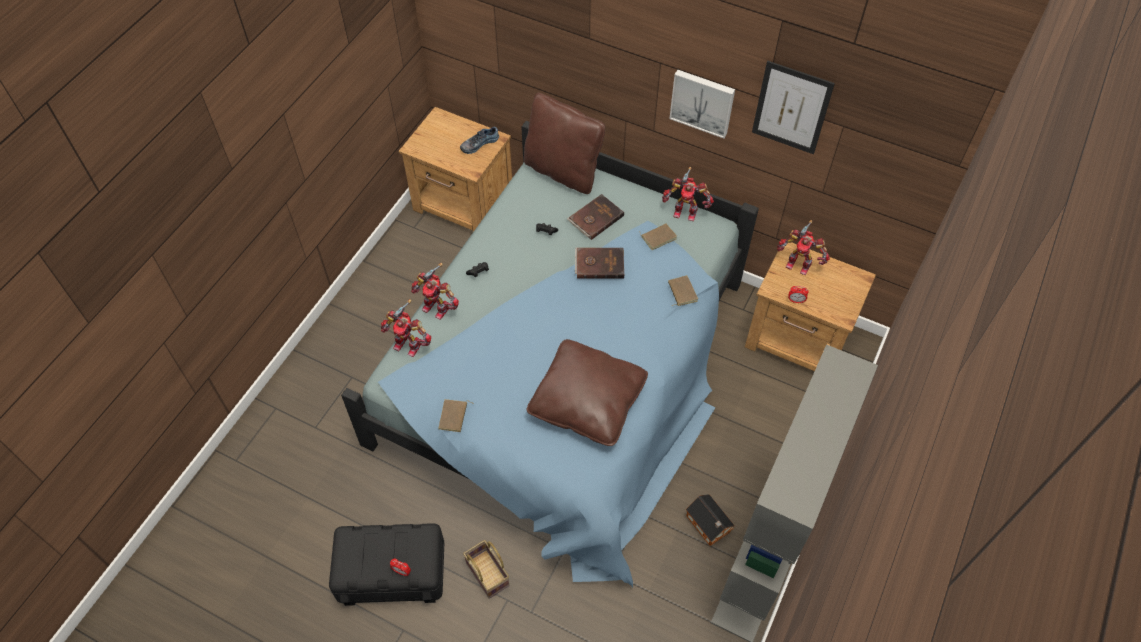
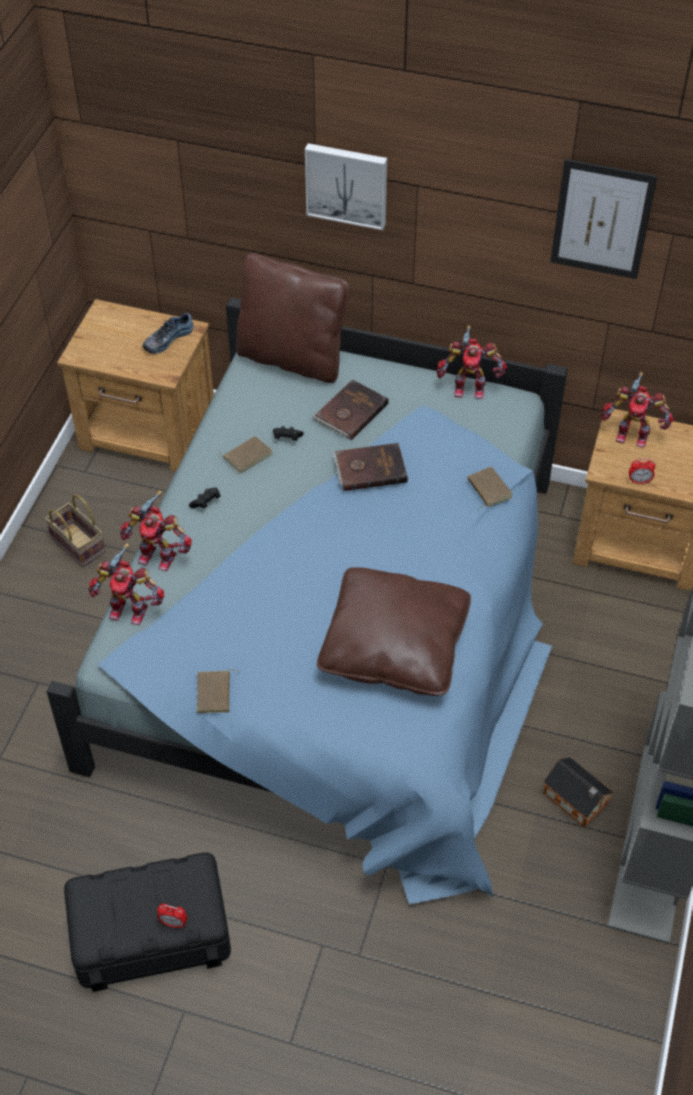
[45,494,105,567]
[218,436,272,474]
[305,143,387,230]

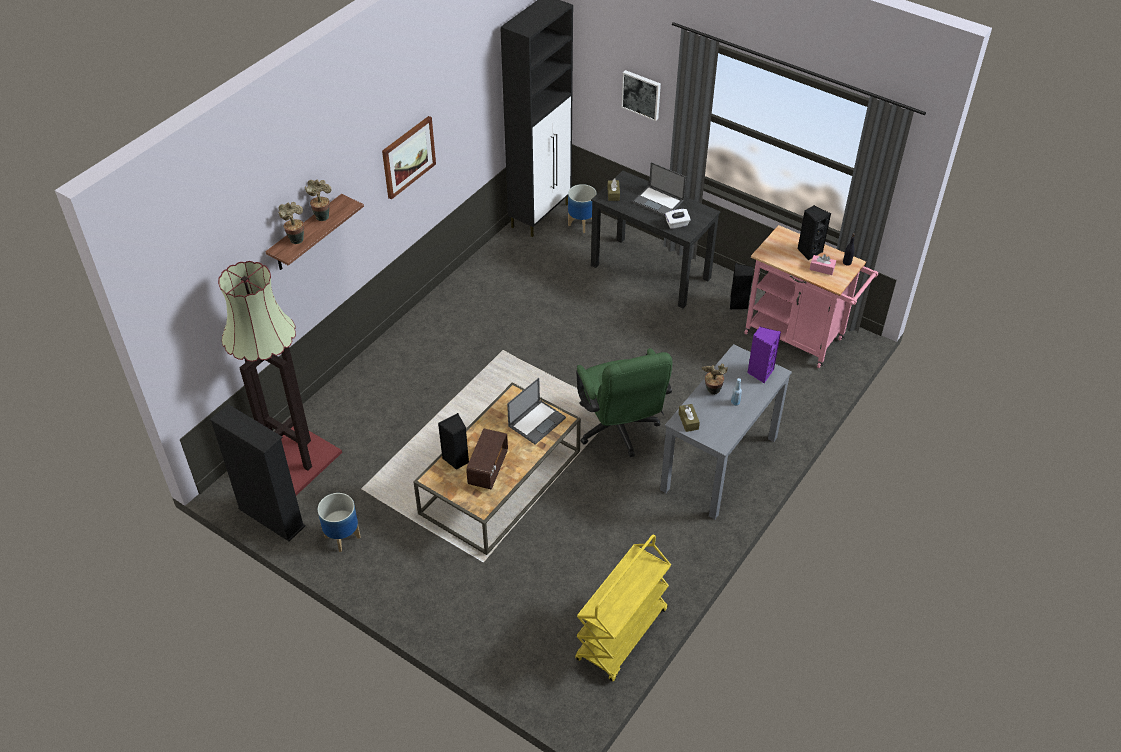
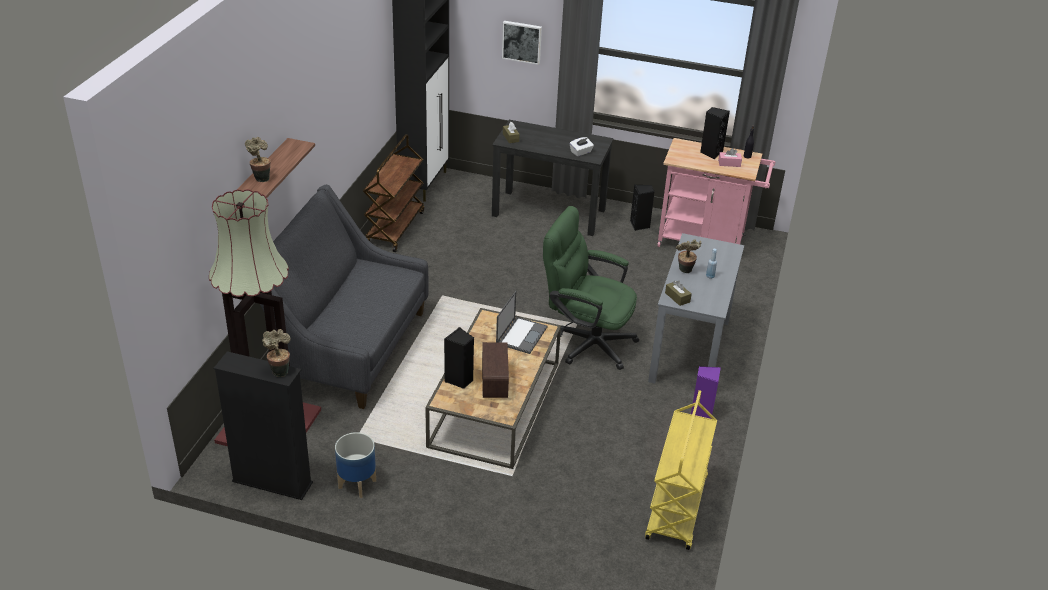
[262,329,291,377]
[382,116,436,200] (first image)
[568,184,597,233] (first image)
[543,206,639,370]
[633,162,686,216] (first image)
[691,366,721,419]
[260,185,429,409]
[363,134,424,252]

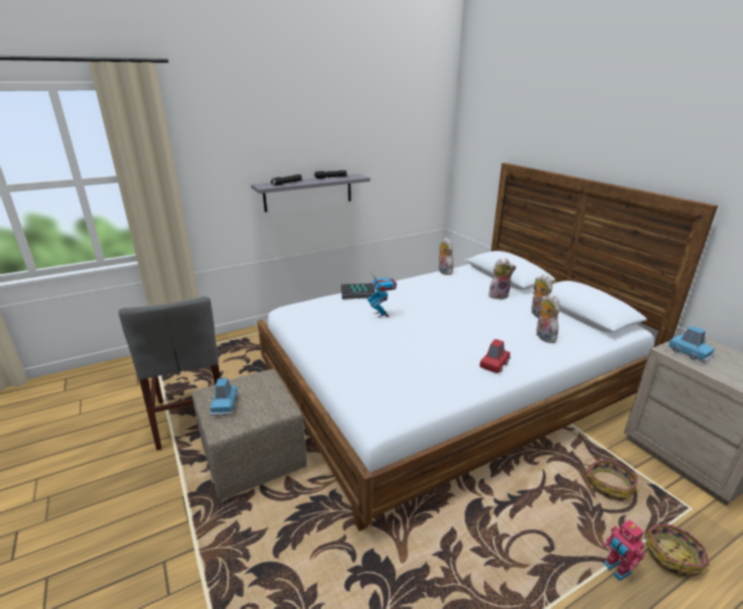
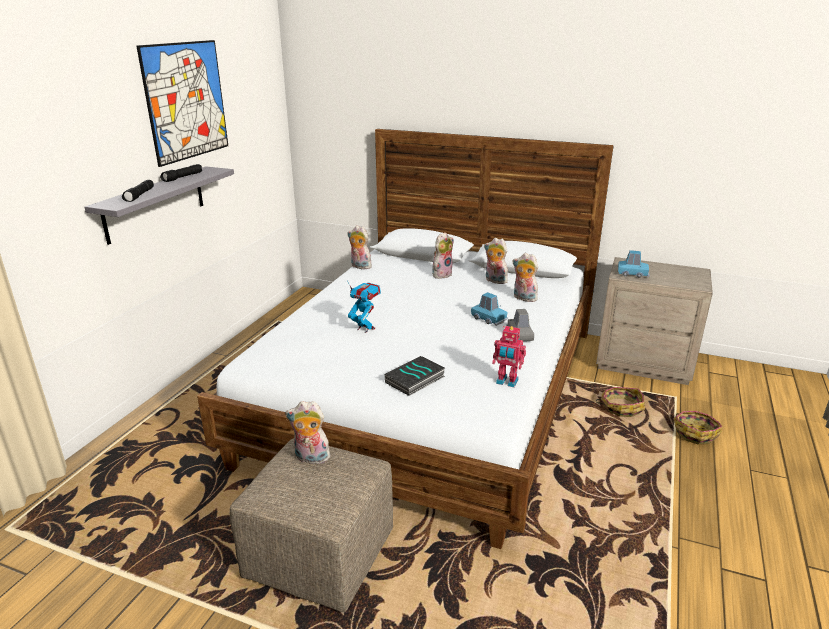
[118,296,221,450] (first image)
[471,292,508,326]
[385,356,445,396]
[506,309,534,341]
[492,326,526,387]
[136,40,228,167]
[285,401,334,464]

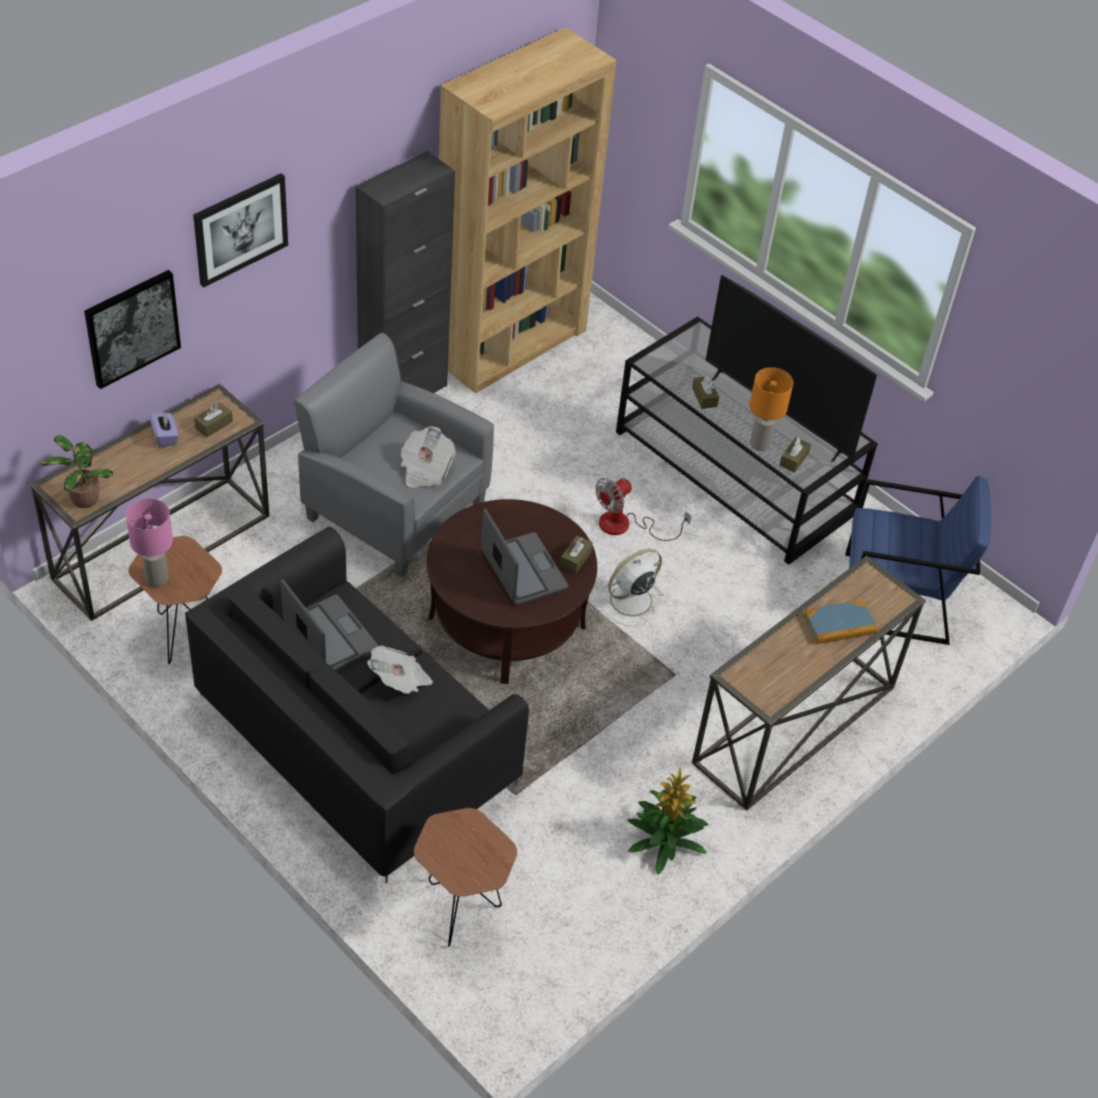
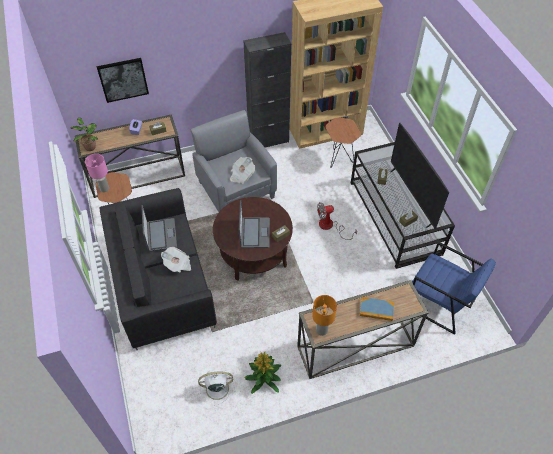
[193,173,288,287] (first image)
[325,117,361,168]
[198,369,236,406]
[312,295,337,336]

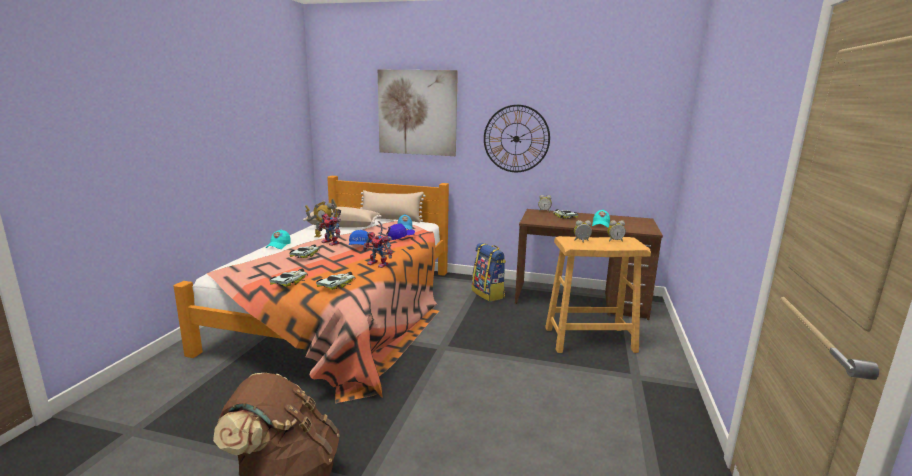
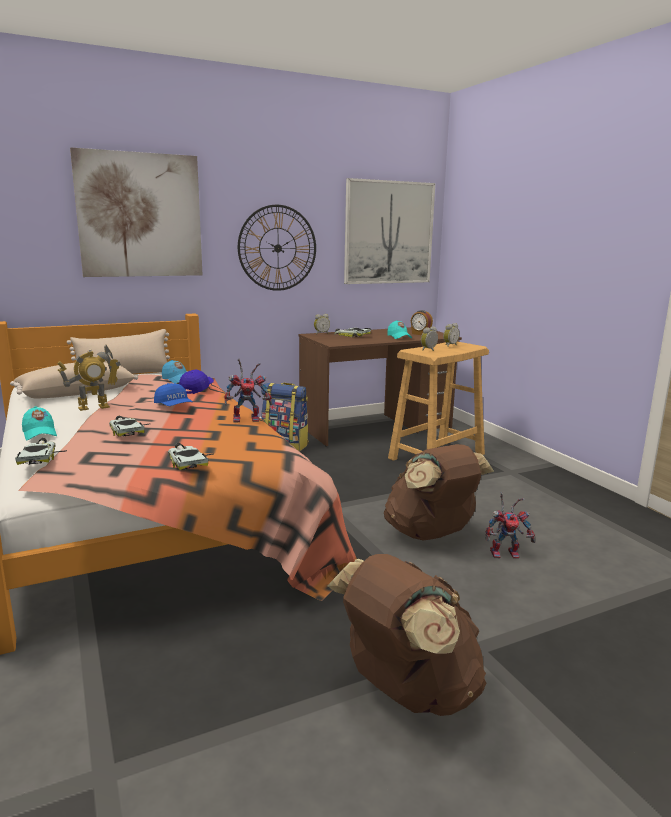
[15,438,67,465]
[486,492,535,559]
[344,178,435,284]
[384,444,494,540]
[411,310,433,335]

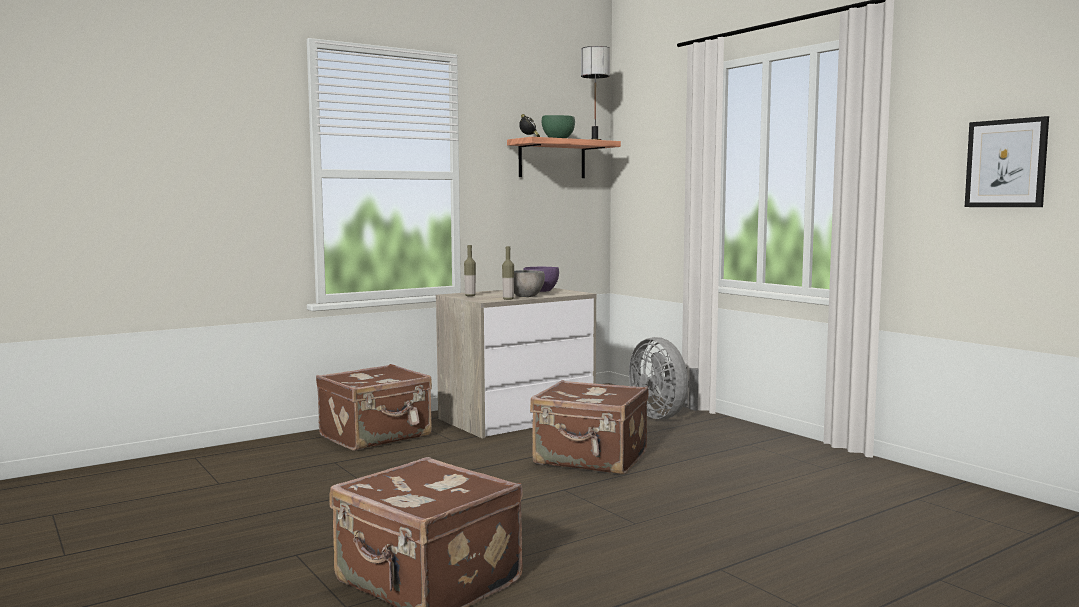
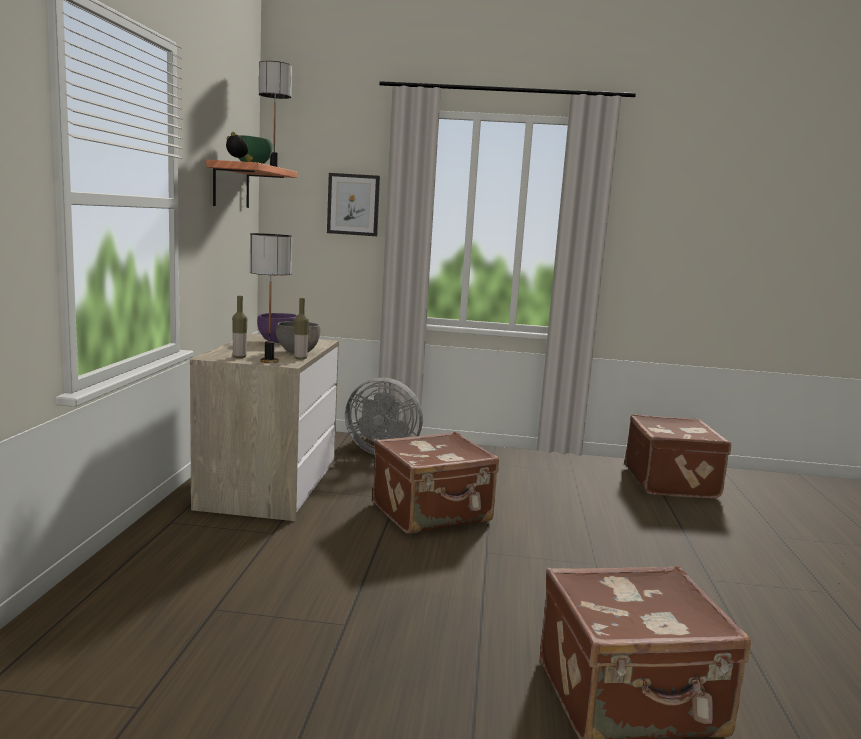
[625,414,731,498]
[327,173,380,236]
[250,233,292,363]

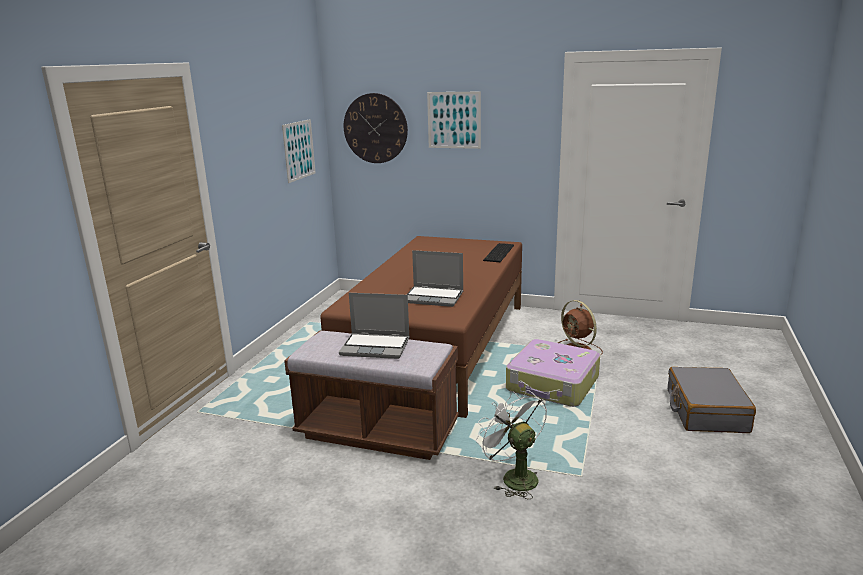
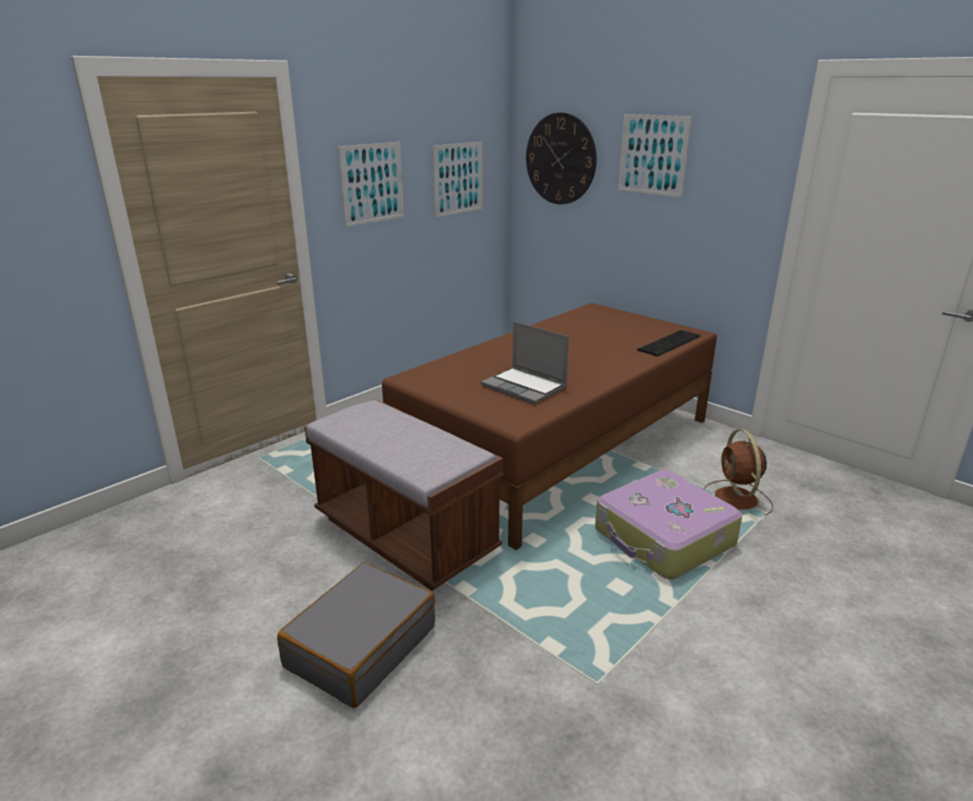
[339,293,410,359] (first image)
[476,390,547,499] (first image)
[277,563,435,708]
[338,142,404,227]

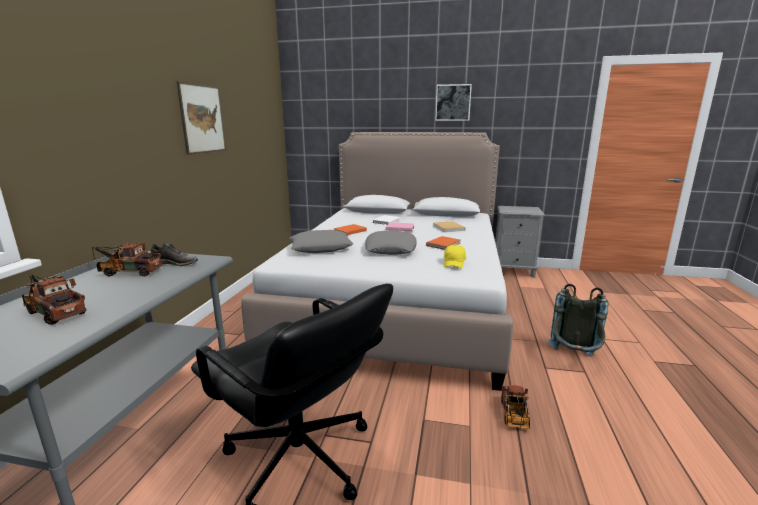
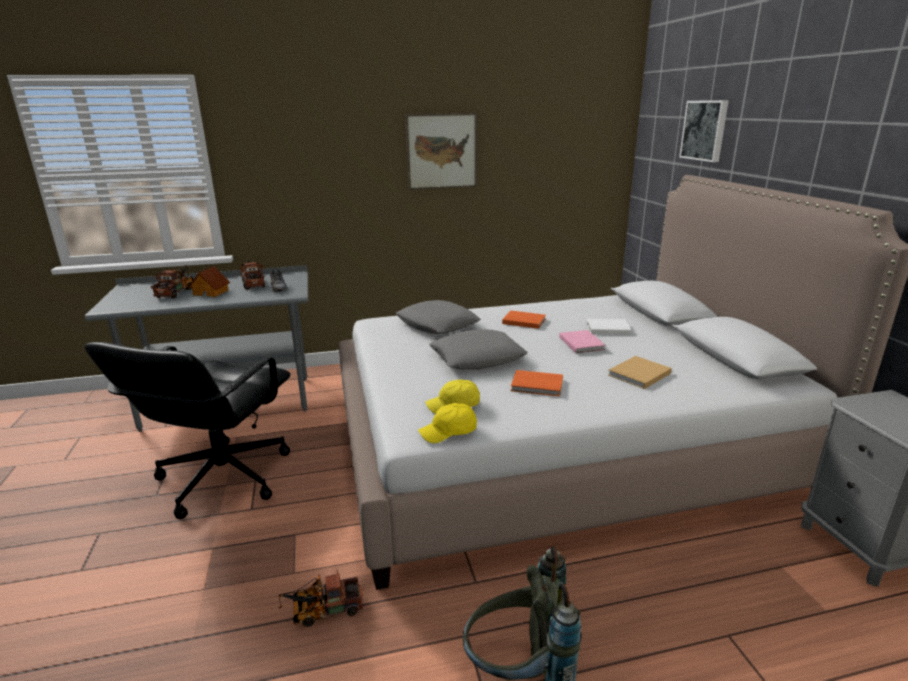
[679,100,729,162]
[188,266,230,297]
[418,403,477,443]

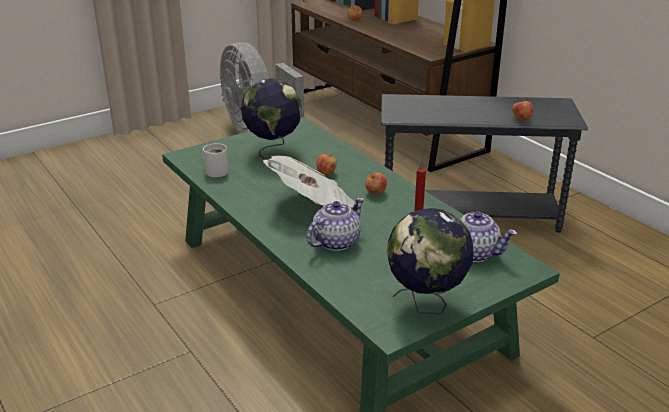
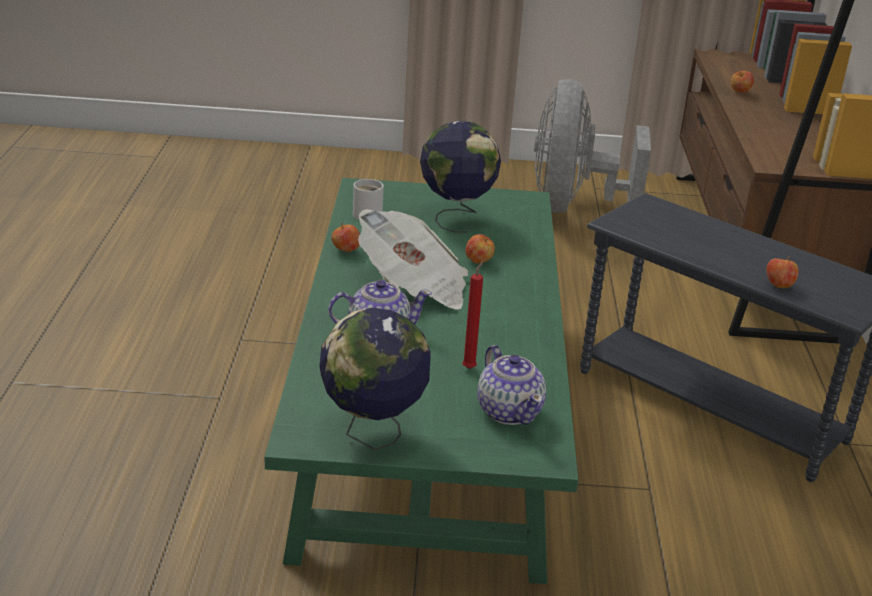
[332,223,360,252]

